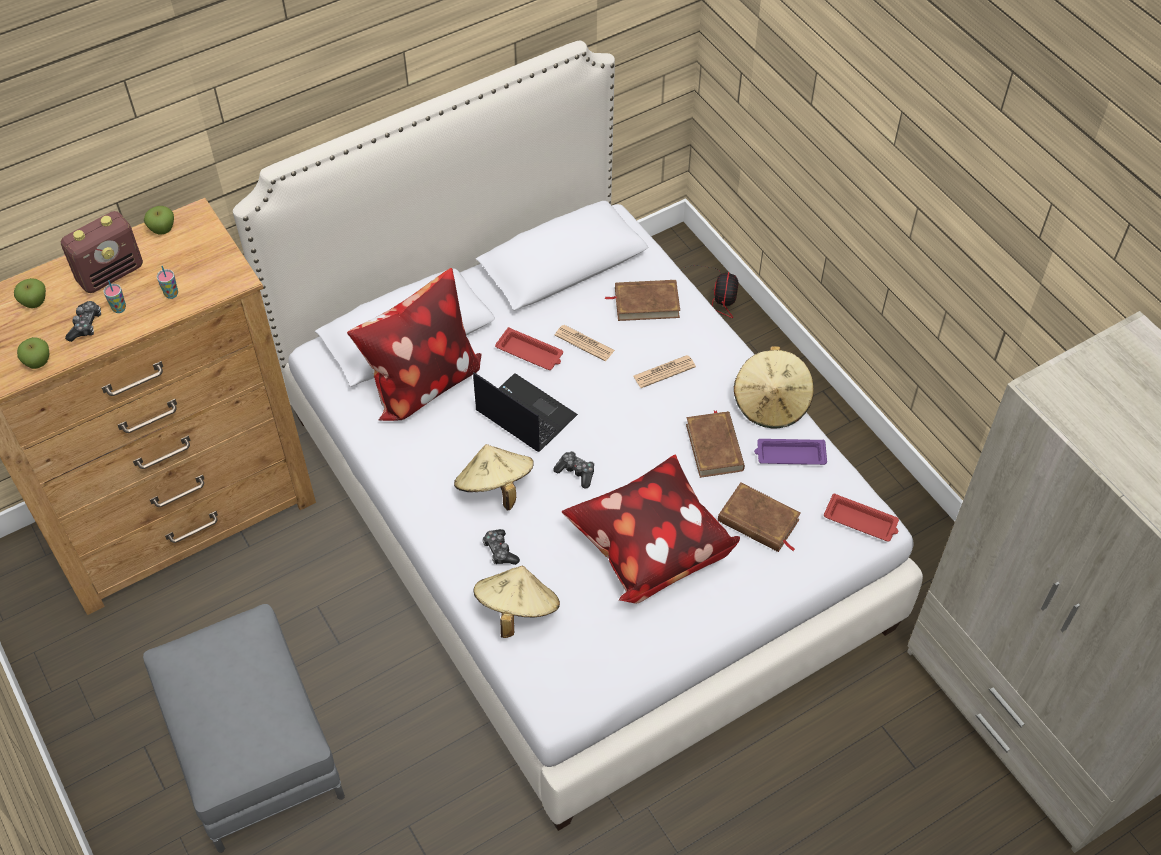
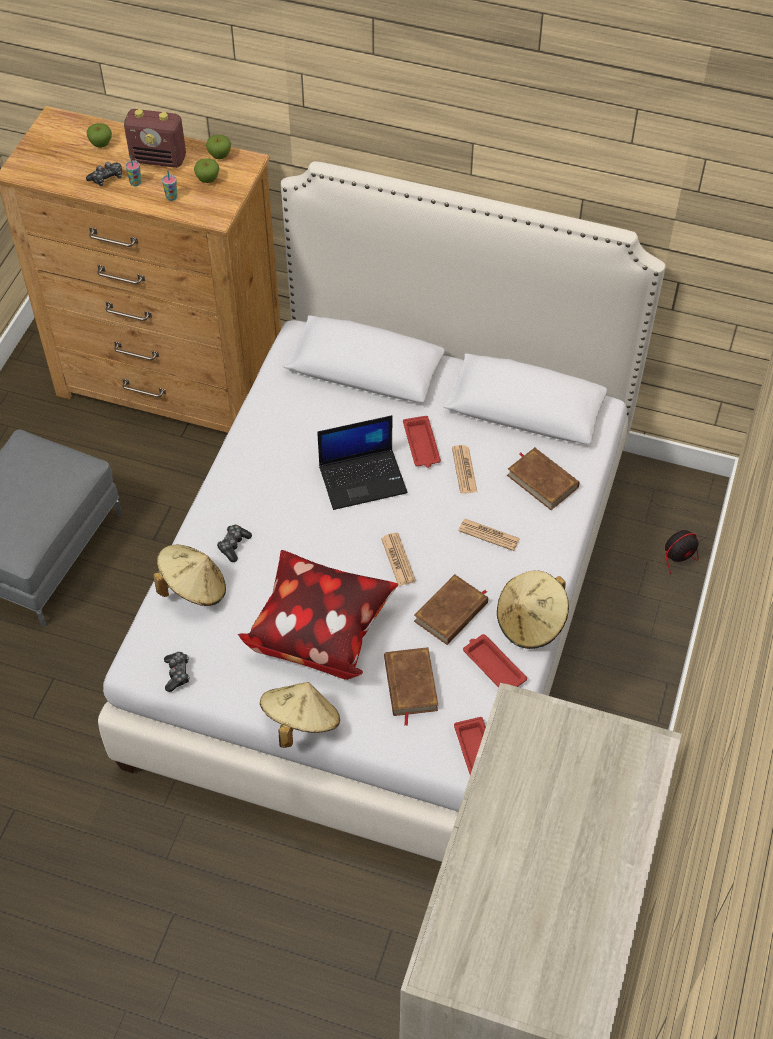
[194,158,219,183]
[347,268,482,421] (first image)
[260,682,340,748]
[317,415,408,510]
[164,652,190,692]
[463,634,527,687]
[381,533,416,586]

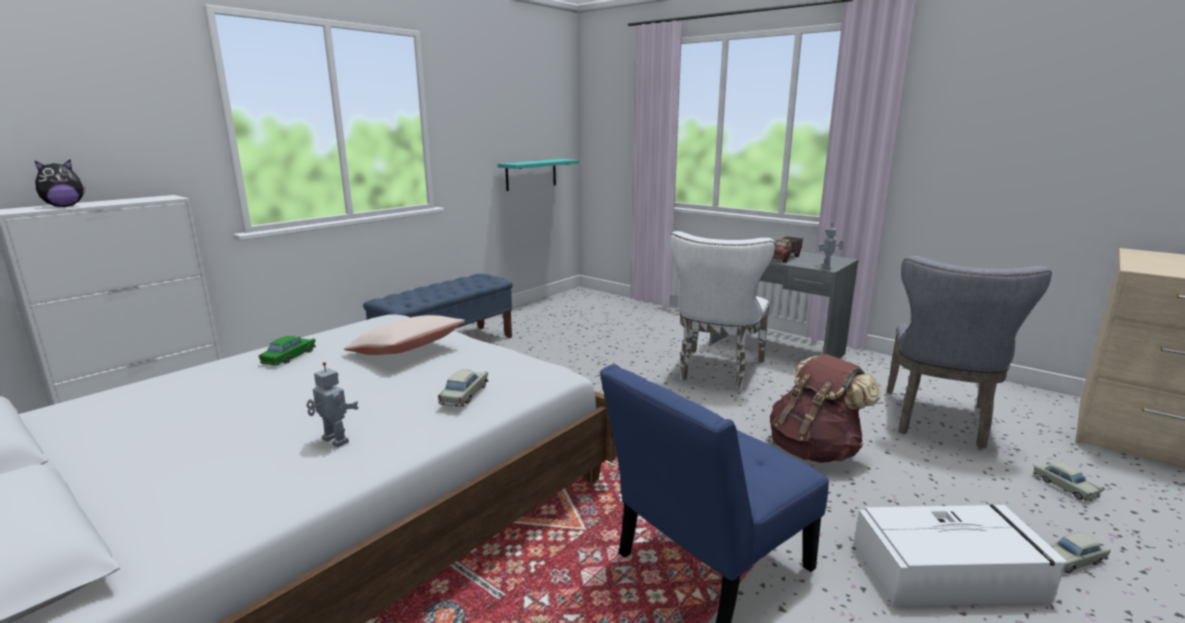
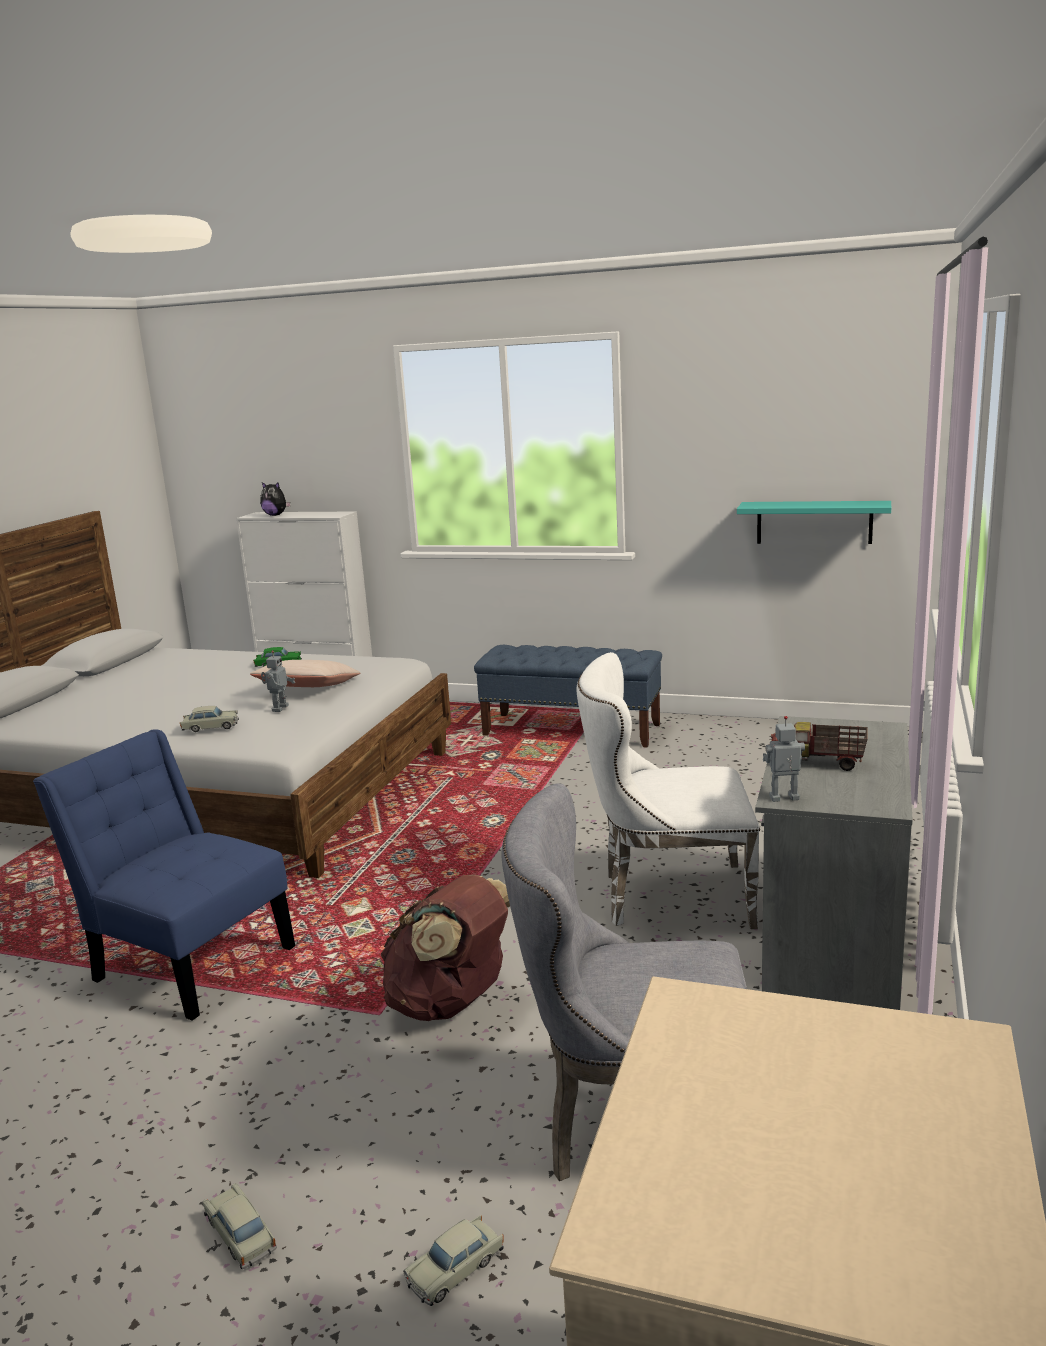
[261,650,296,712]
[854,504,1068,606] (first image)

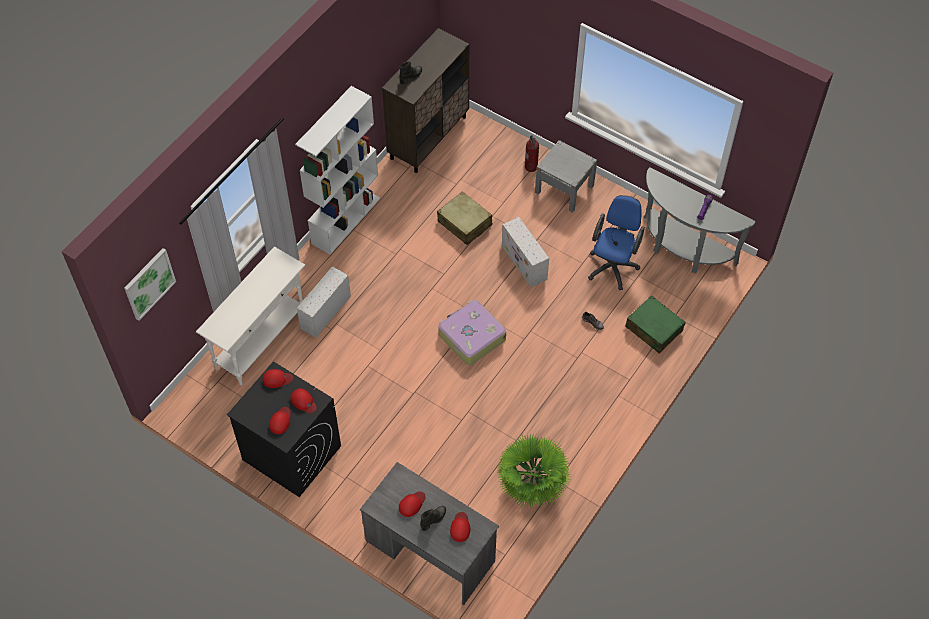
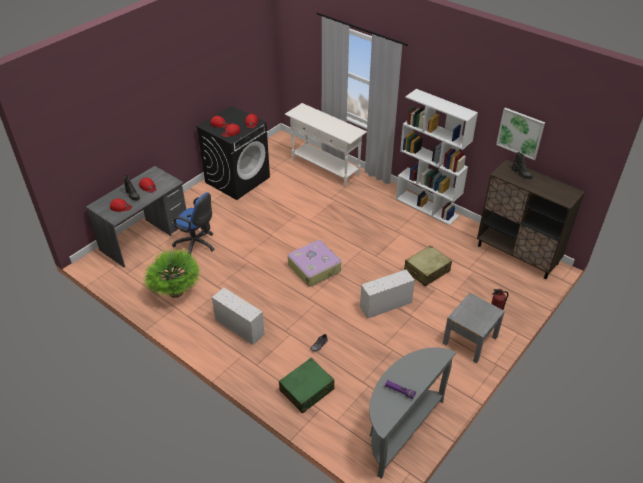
[496,108,545,160]
[212,288,265,345]
[172,192,214,258]

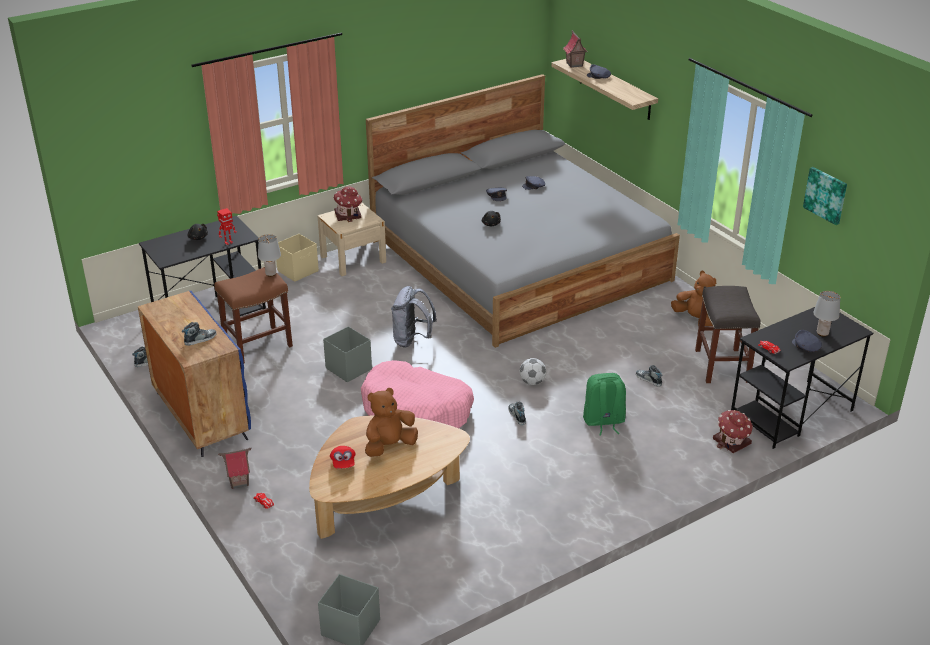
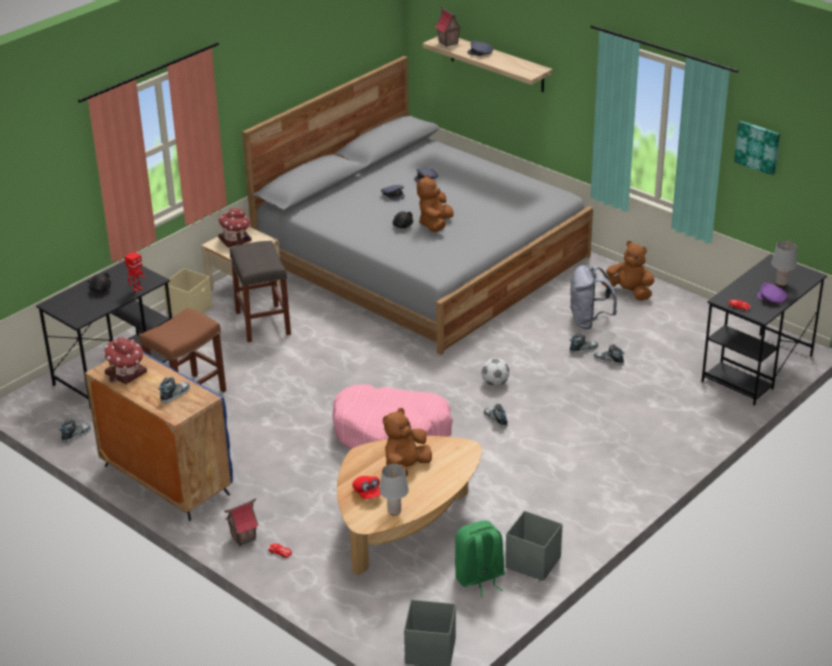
[380,464,409,516]
[505,511,563,581]
[570,265,617,329]
[455,521,505,597]
[230,241,291,342]
[103,337,147,384]
[757,283,787,303]
[417,174,454,232]
[569,333,598,354]

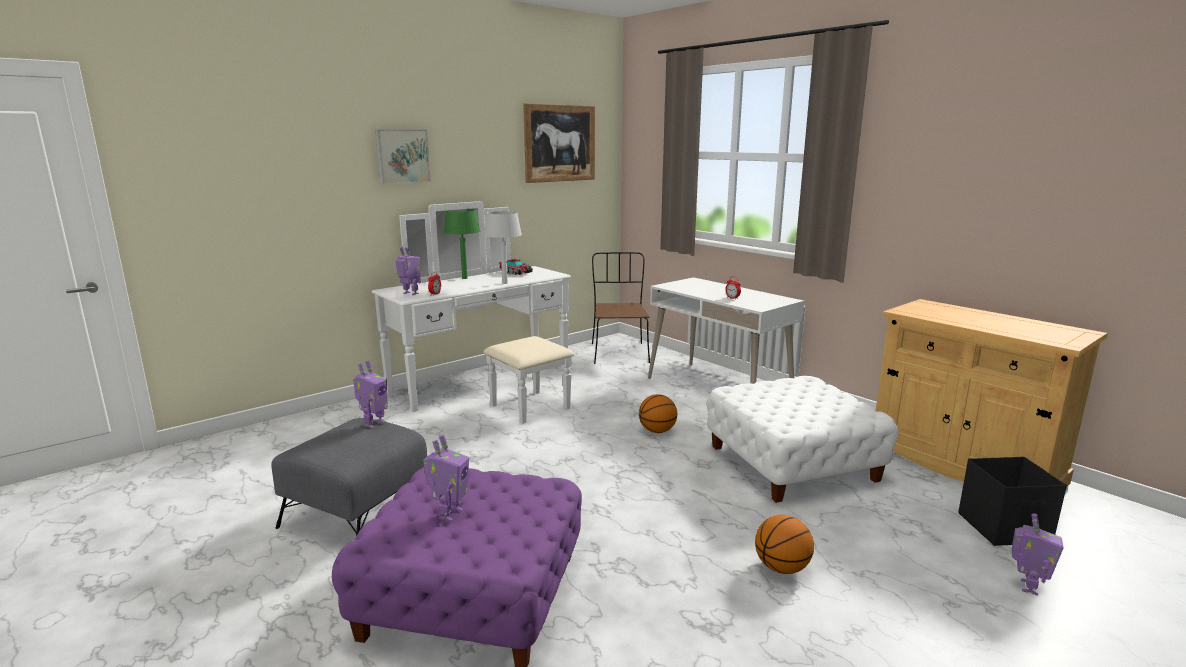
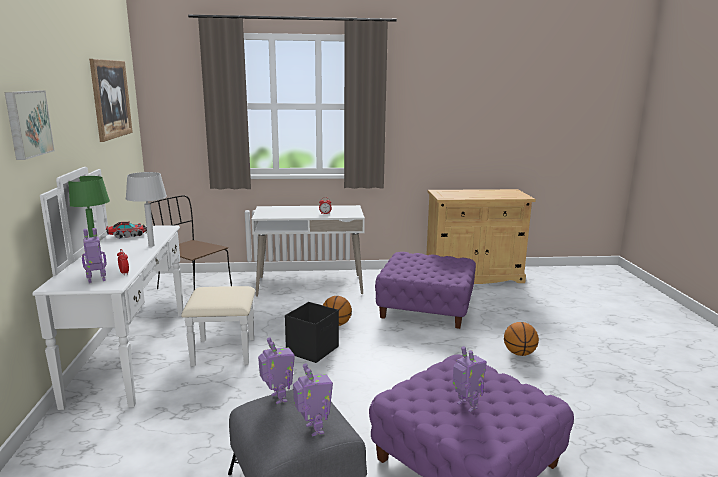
[375,252,476,329]
[285,302,339,363]
[293,363,333,437]

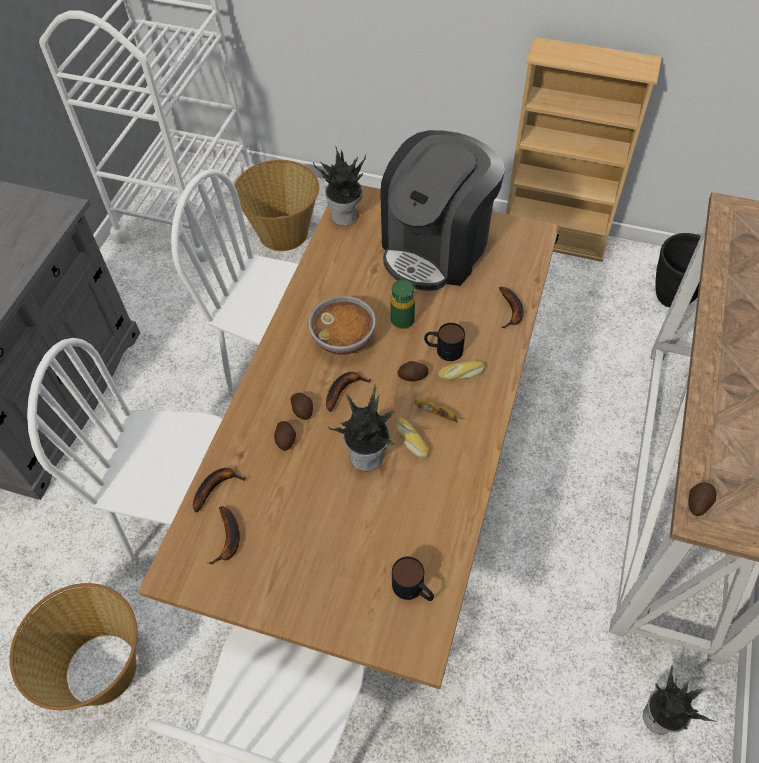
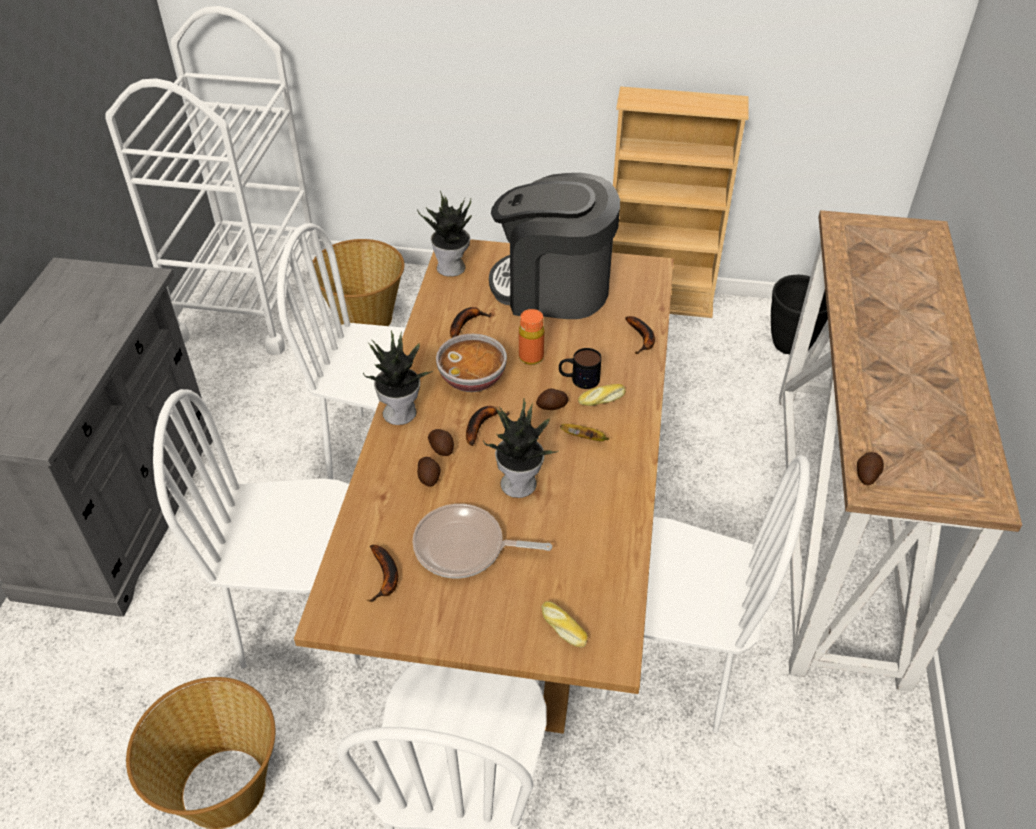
[450,307,492,338]
[489,173,620,319]
[519,309,544,365]
[392,557,434,601] (first image)
[542,601,588,647]
[363,330,434,425]
[413,504,552,578]
[601,455,810,733]

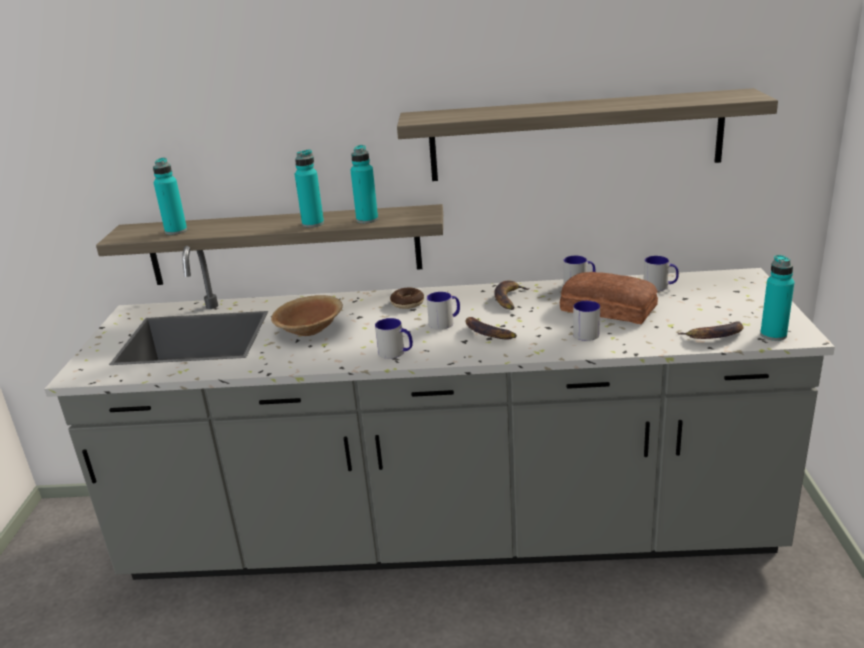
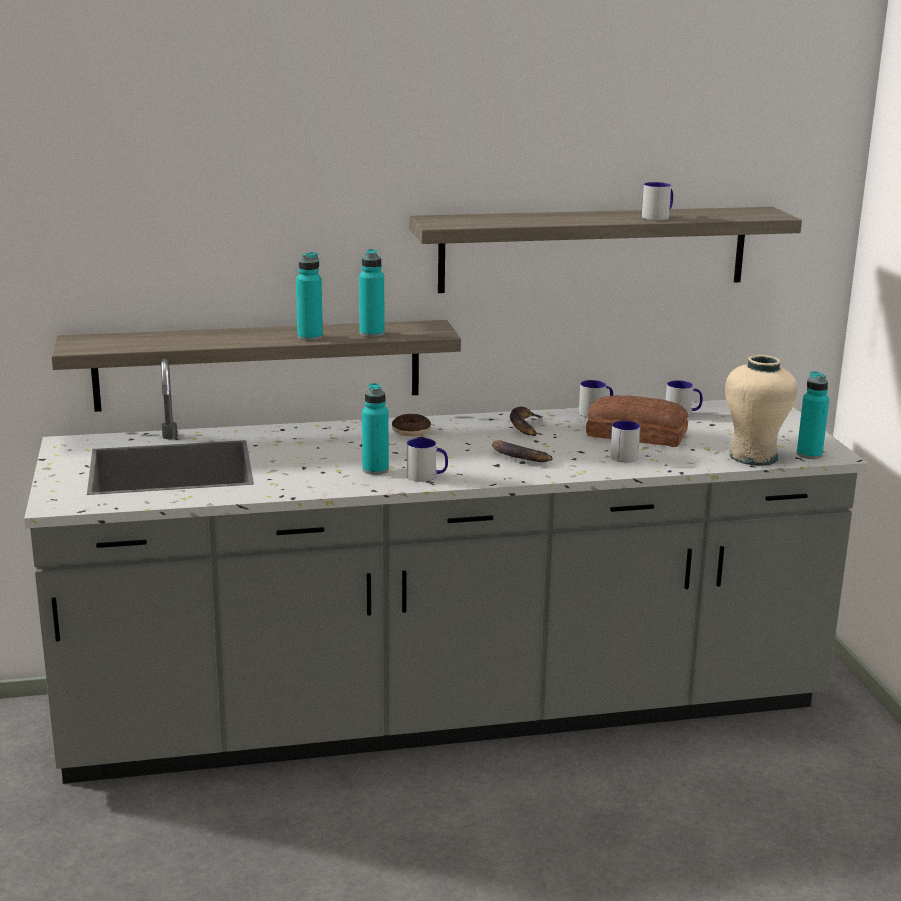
[362,383,389,475]
[271,295,343,336] (first image)
[642,182,673,220]
[725,355,797,466]

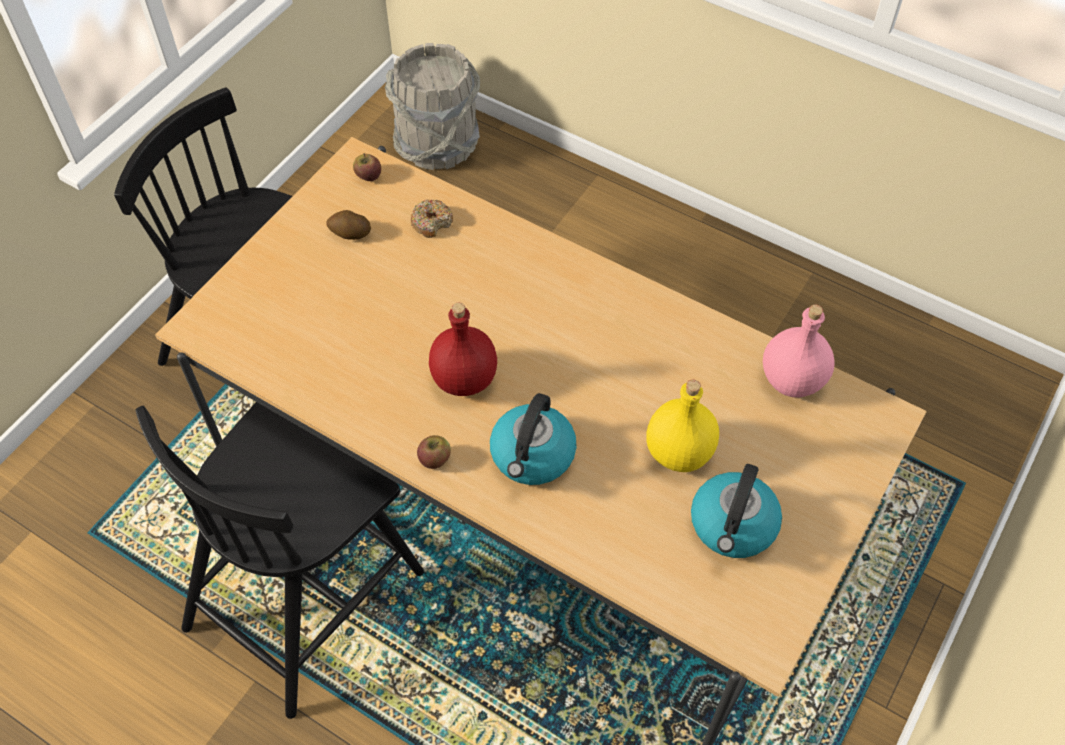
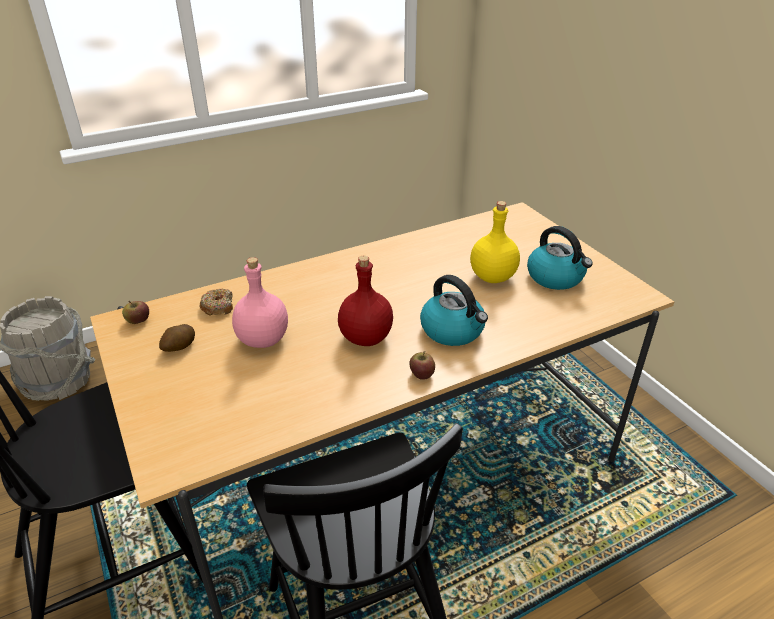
[232,257,288,348]

